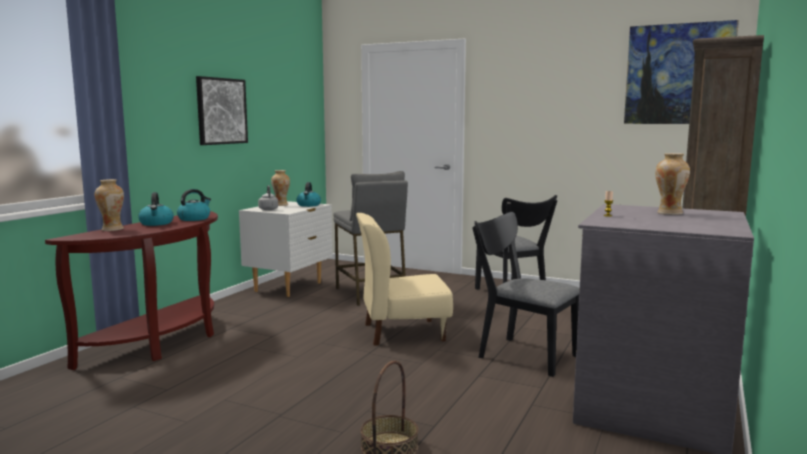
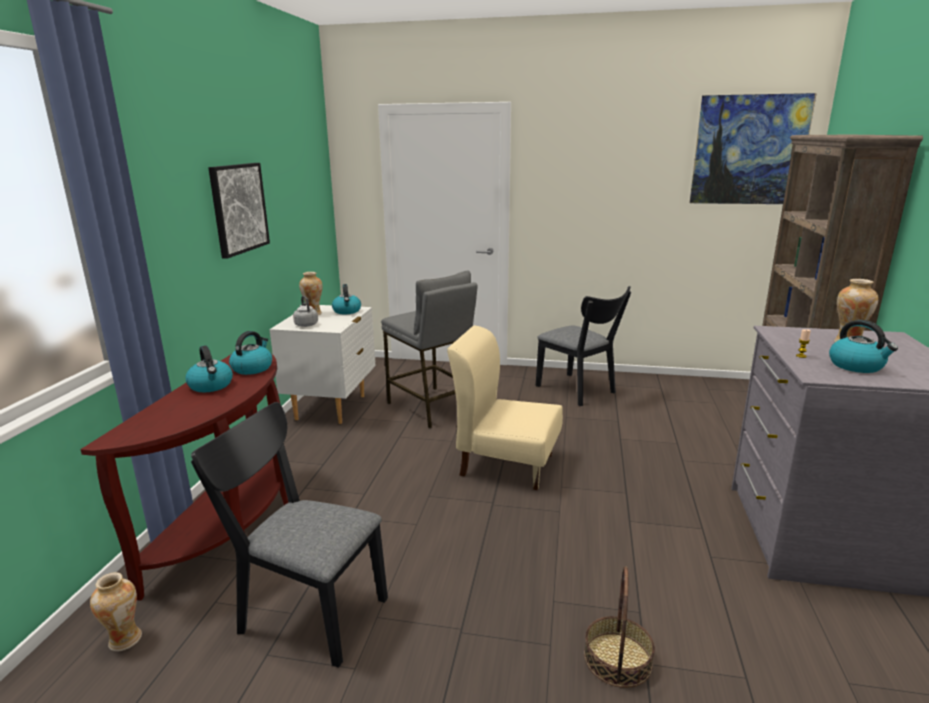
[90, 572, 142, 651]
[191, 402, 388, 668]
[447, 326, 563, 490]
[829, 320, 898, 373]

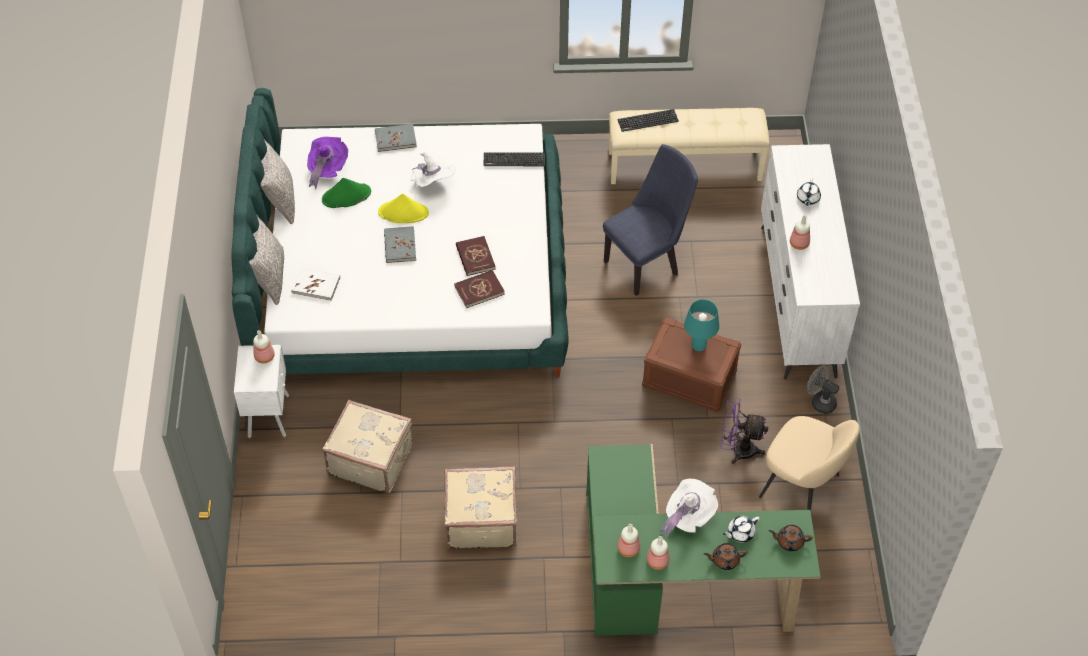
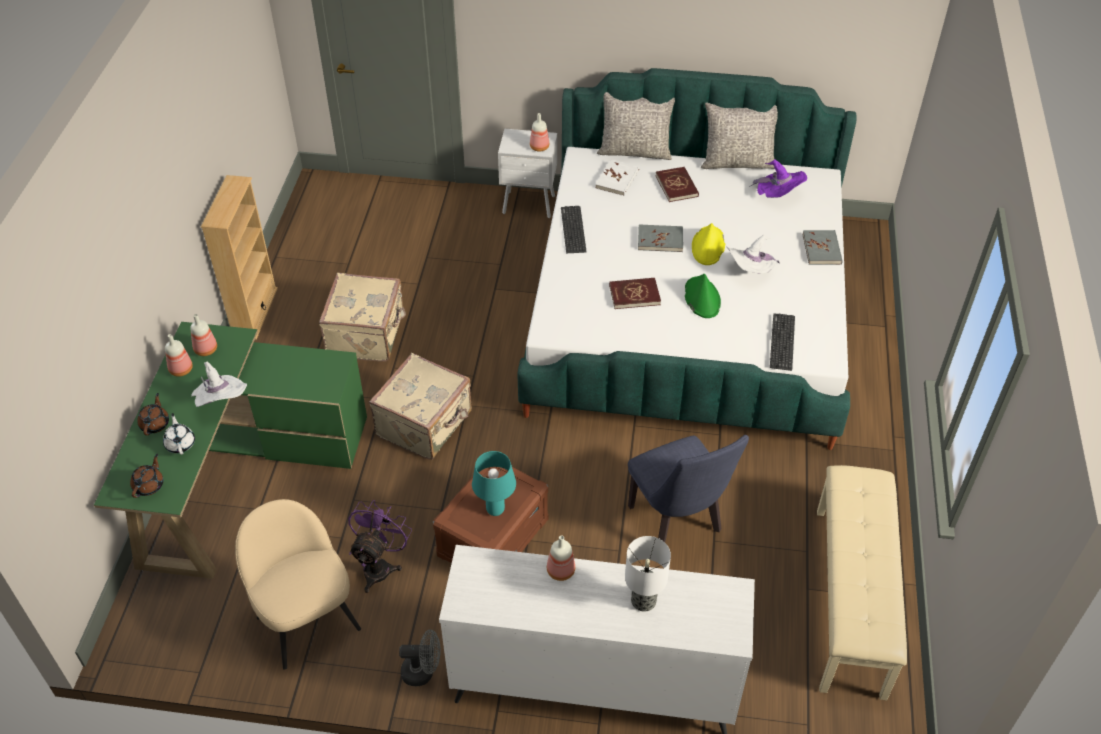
[561, 206, 587, 253]
[685, 274, 721, 318]
[625, 536, 671, 612]
[655, 167, 699, 202]
[399, 630, 441, 686]
[369, 353, 472, 460]
[235, 499, 361, 670]
[201, 175, 278, 340]

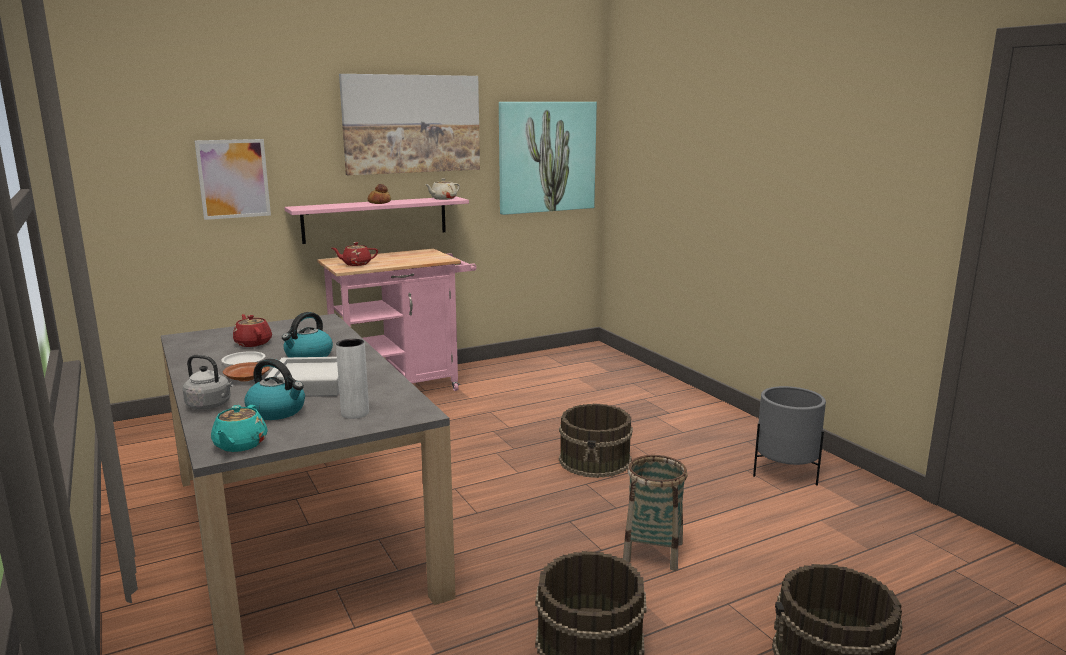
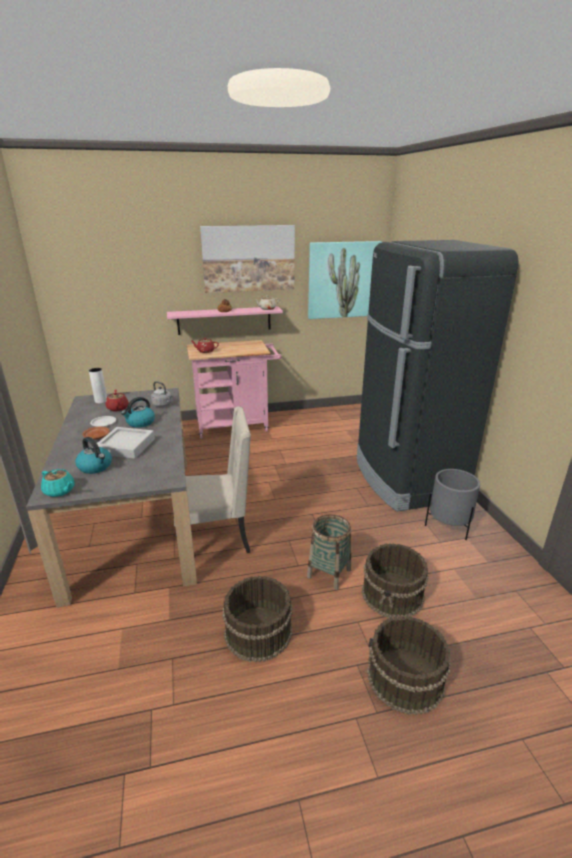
[194, 139, 271, 220] (first image)
[89, 368, 107, 403]
[151, 381, 172, 407]
[362, 543, 429, 618]
[41, 469, 75, 497]
[357, 240, 519, 511]
[174, 406, 251, 553]

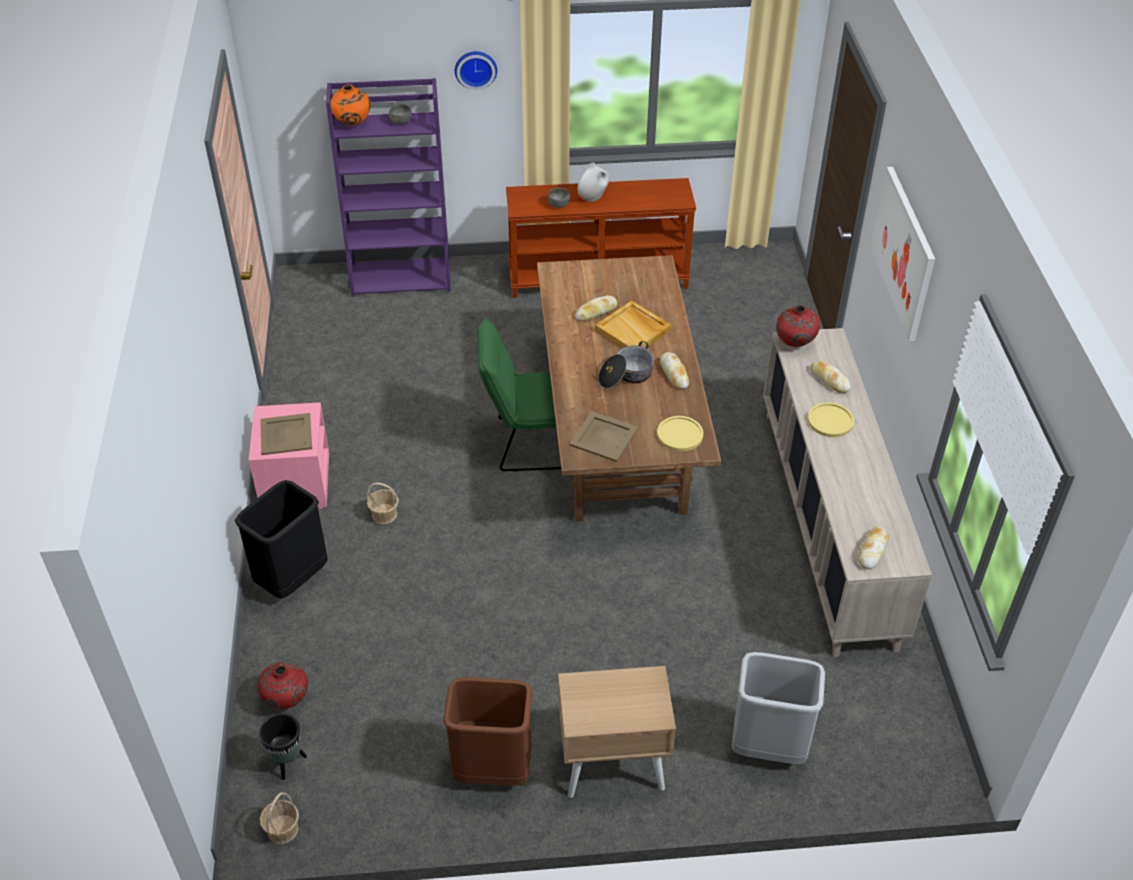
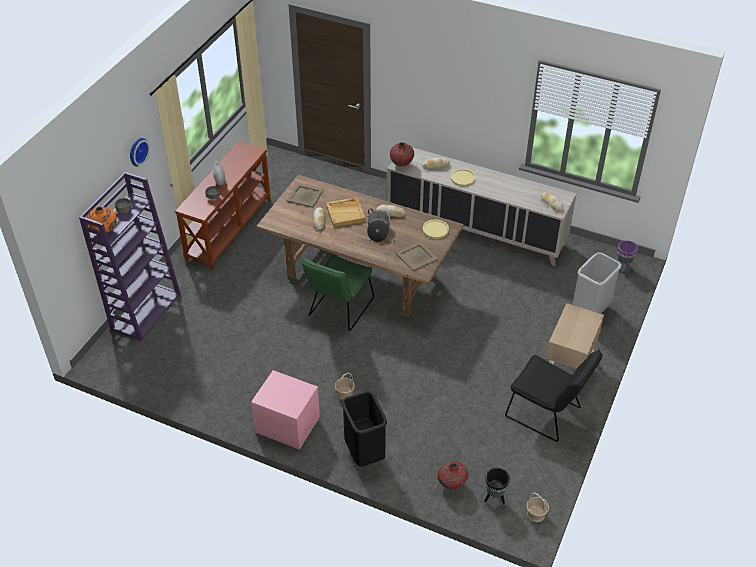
[870, 167, 935, 341] (first image)
[286, 183, 324, 208]
[505, 350, 602, 442]
[617, 240, 638, 274]

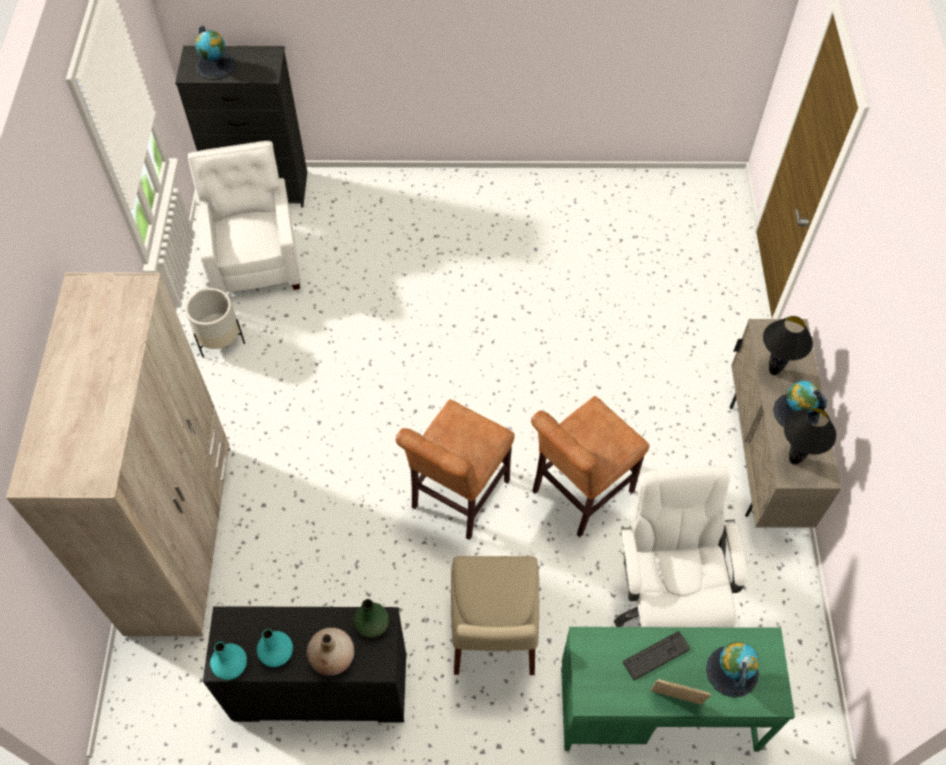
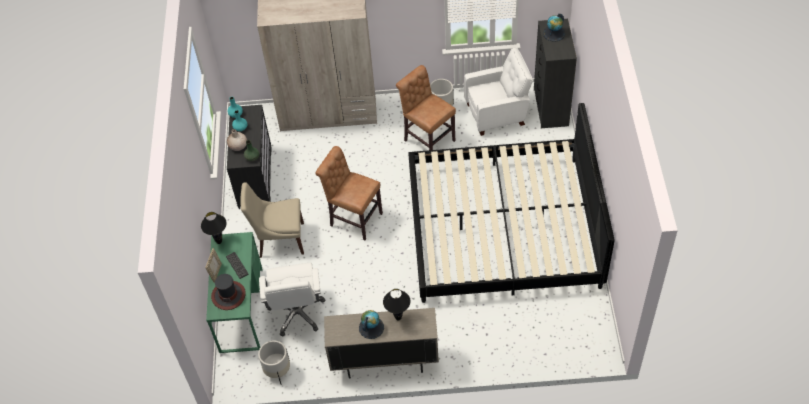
[396, 65, 456, 150]
[201, 212, 227, 244]
[259, 263, 325, 337]
[211, 274, 246, 310]
[408, 103, 615, 303]
[258, 341, 290, 385]

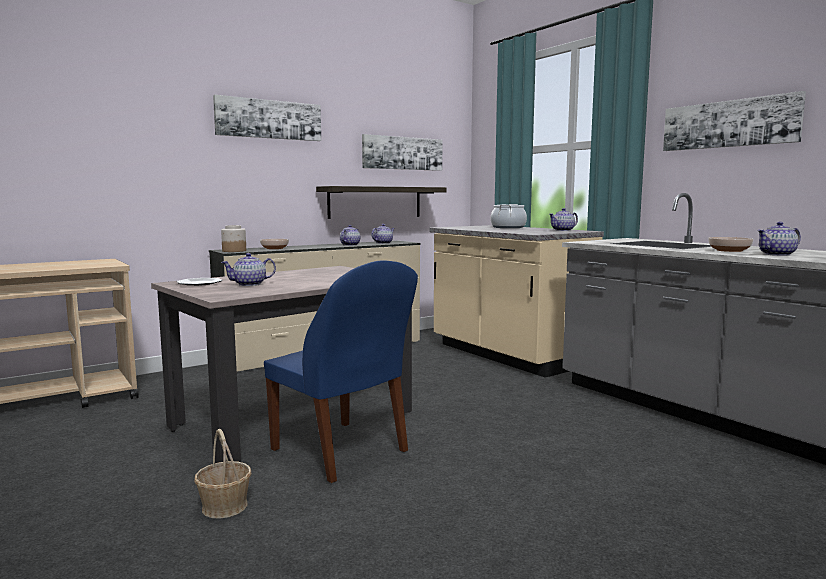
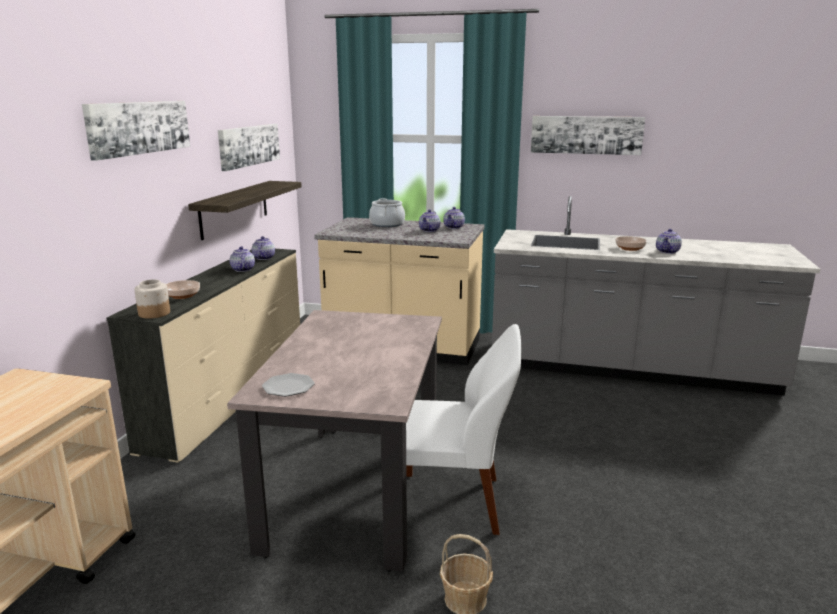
[419, 209, 441, 232]
[406, 324, 521, 535]

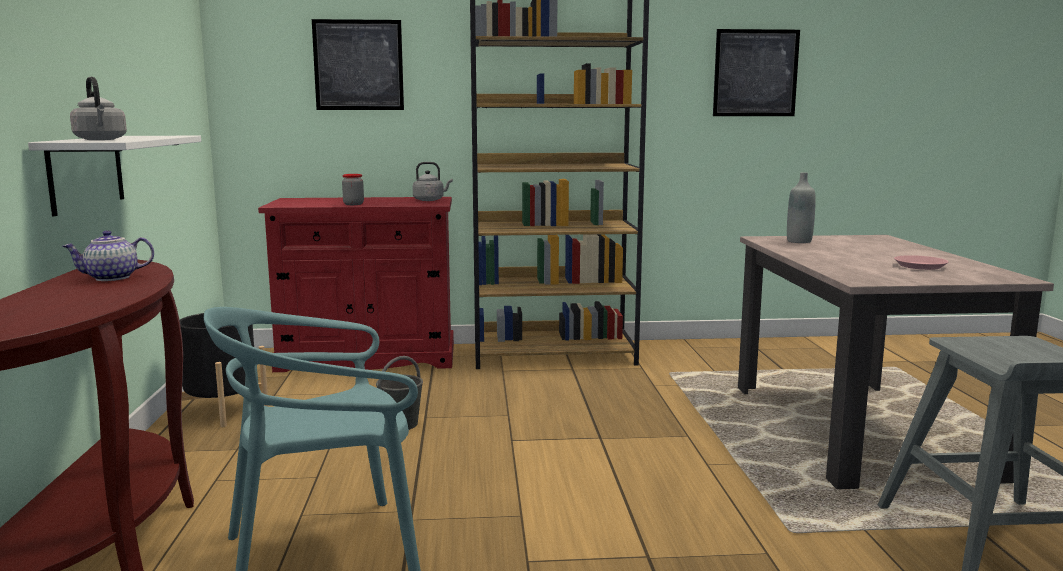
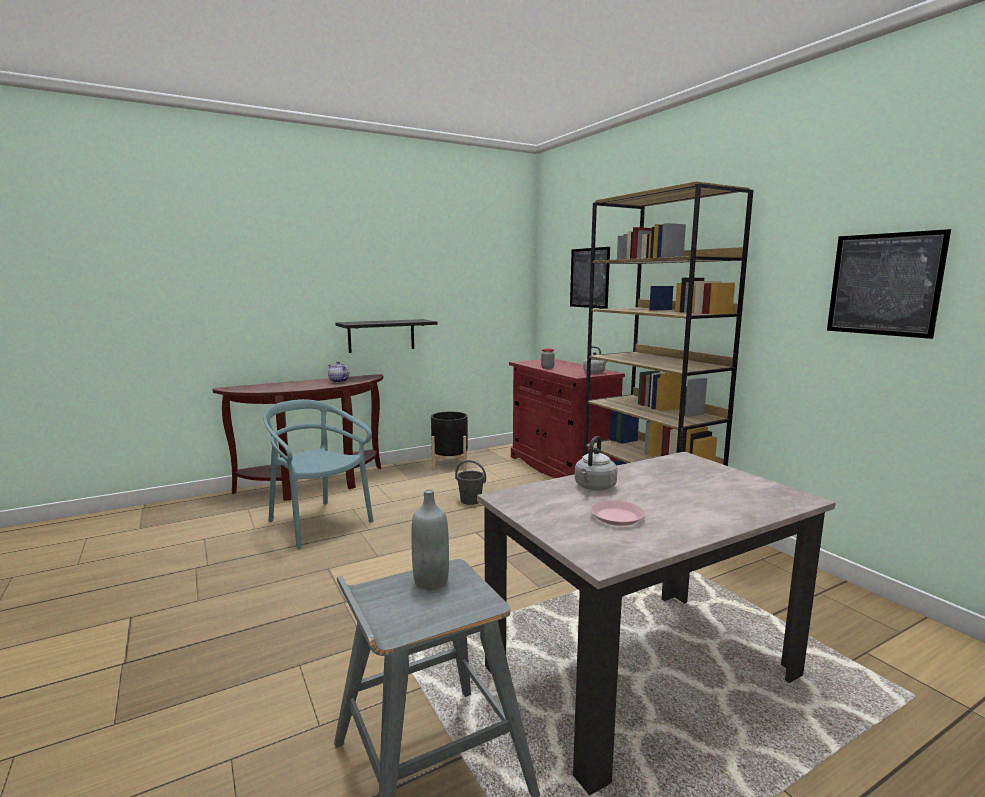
[575, 436, 617, 490]
[336, 319, 438, 353]
[411, 489, 449, 590]

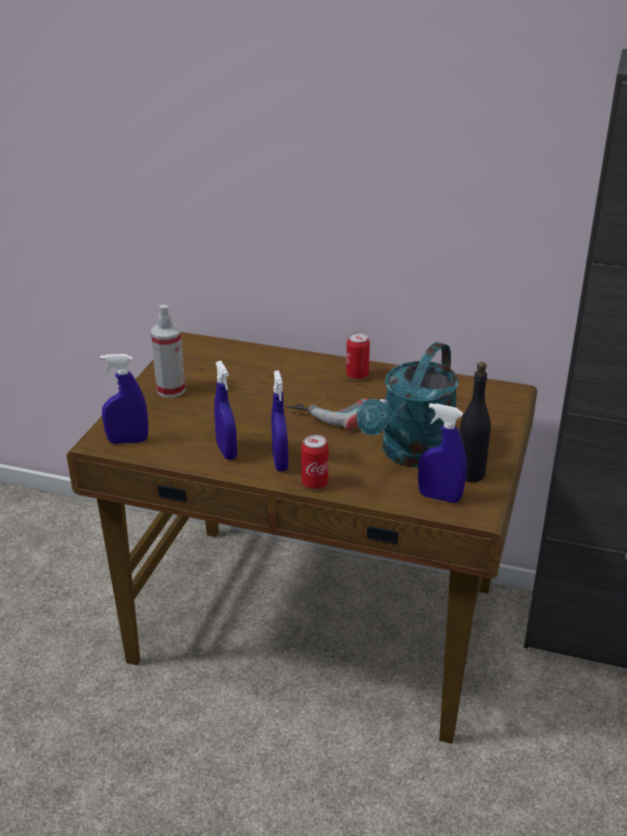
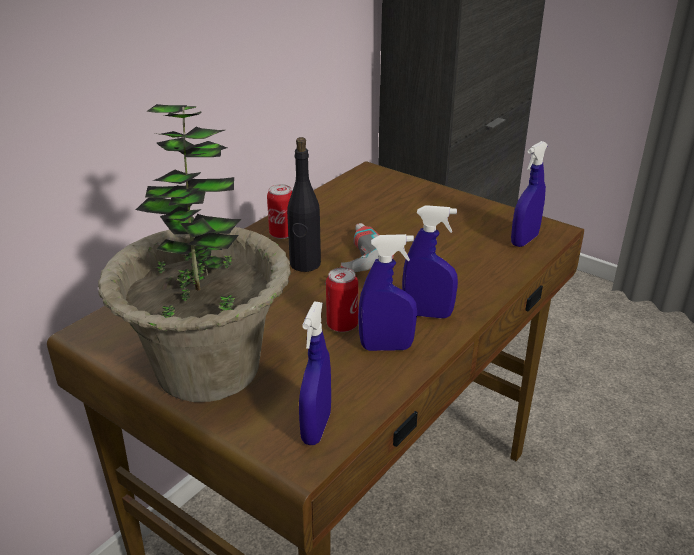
[98, 104, 291, 402]
[356, 342, 459, 468] (first image)
[287, 137, 321, 272]
[326, 267, 358, 332]

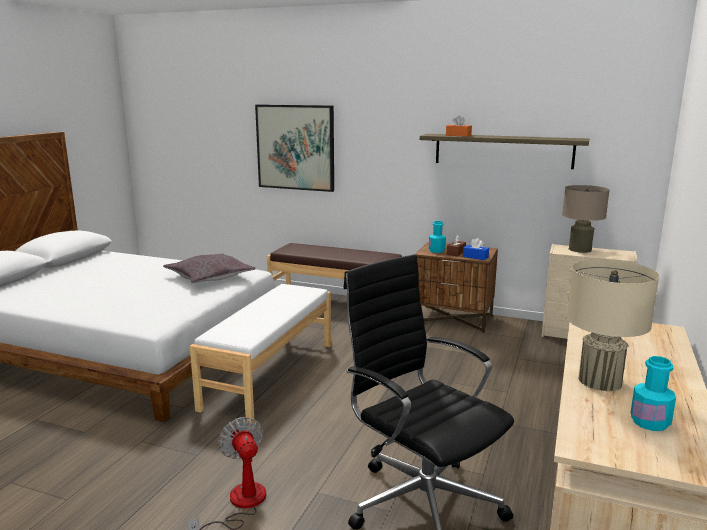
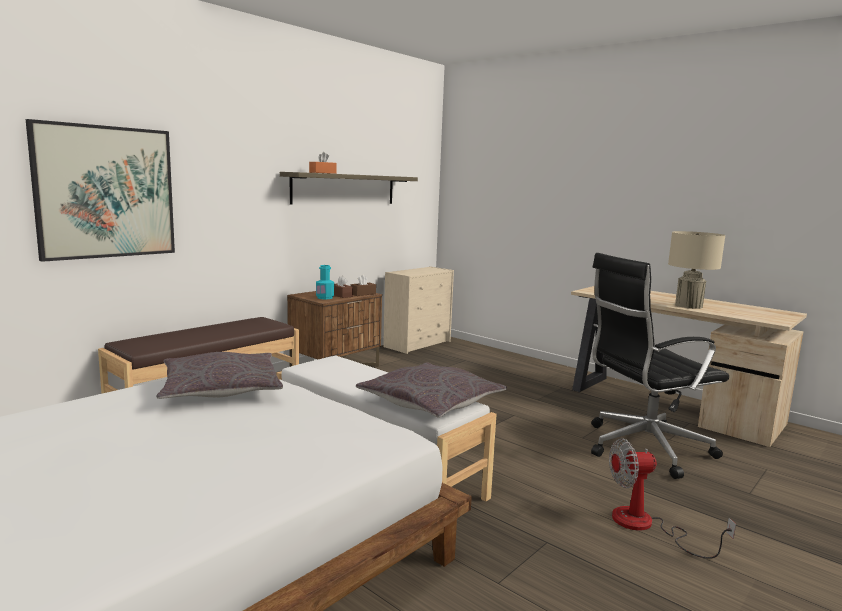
[562, 185, 610, 253] (first image)
[350, 275, 376, 296]
[631, 356, 676, 431] (first image)
[356, 362, 507, 418]

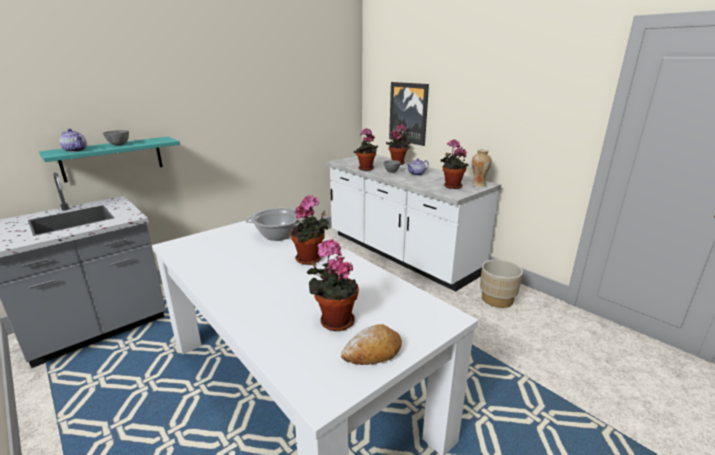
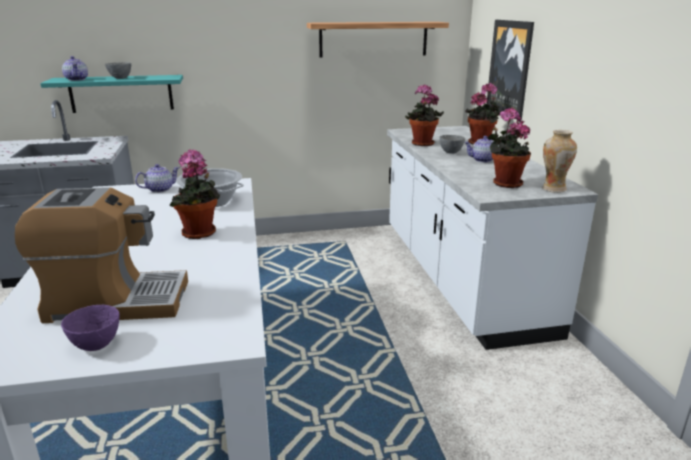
[15, 187, 188, 323]
[480, 259, 523, 308] (first image)
[61, 305, 120, 351]
[307, 22, 449, 57]
[135, 164, 180, 193]

